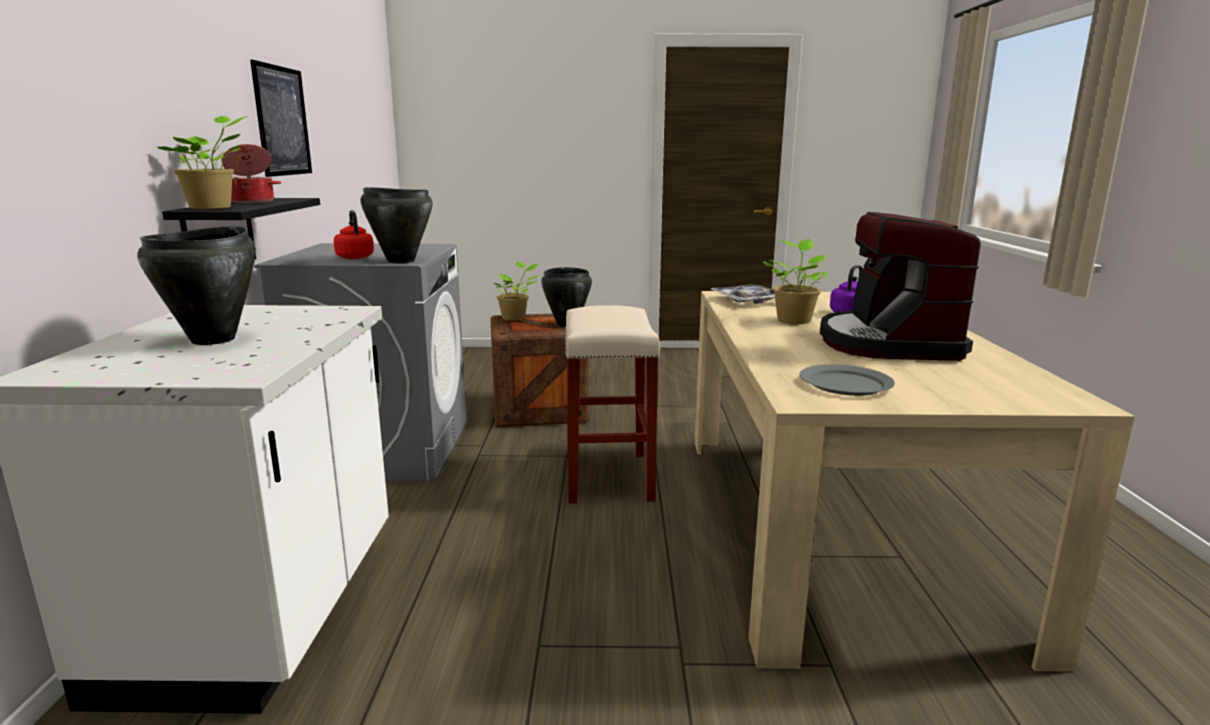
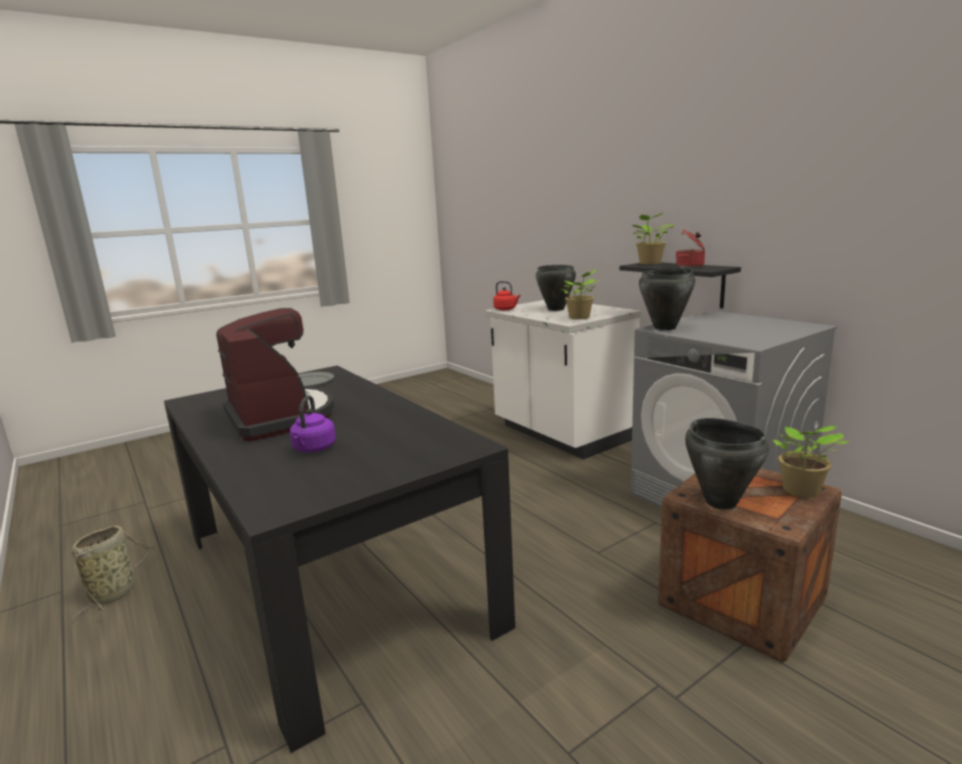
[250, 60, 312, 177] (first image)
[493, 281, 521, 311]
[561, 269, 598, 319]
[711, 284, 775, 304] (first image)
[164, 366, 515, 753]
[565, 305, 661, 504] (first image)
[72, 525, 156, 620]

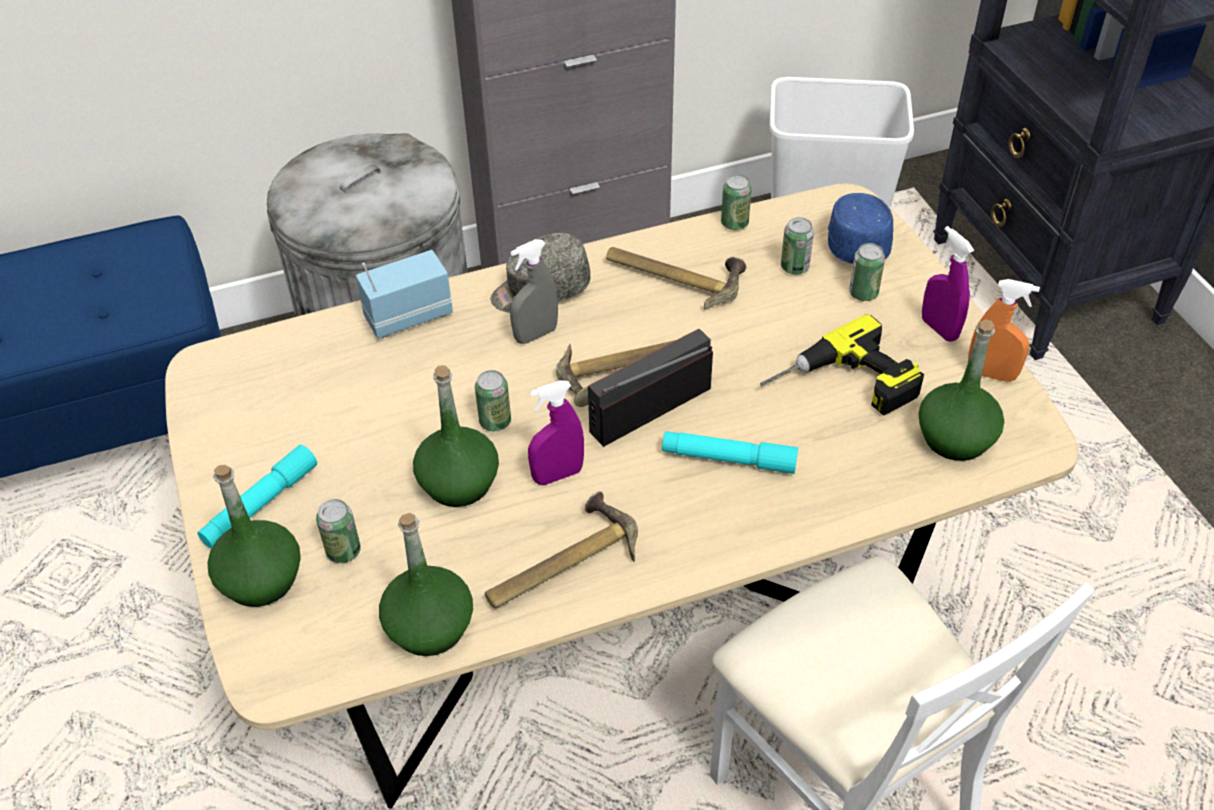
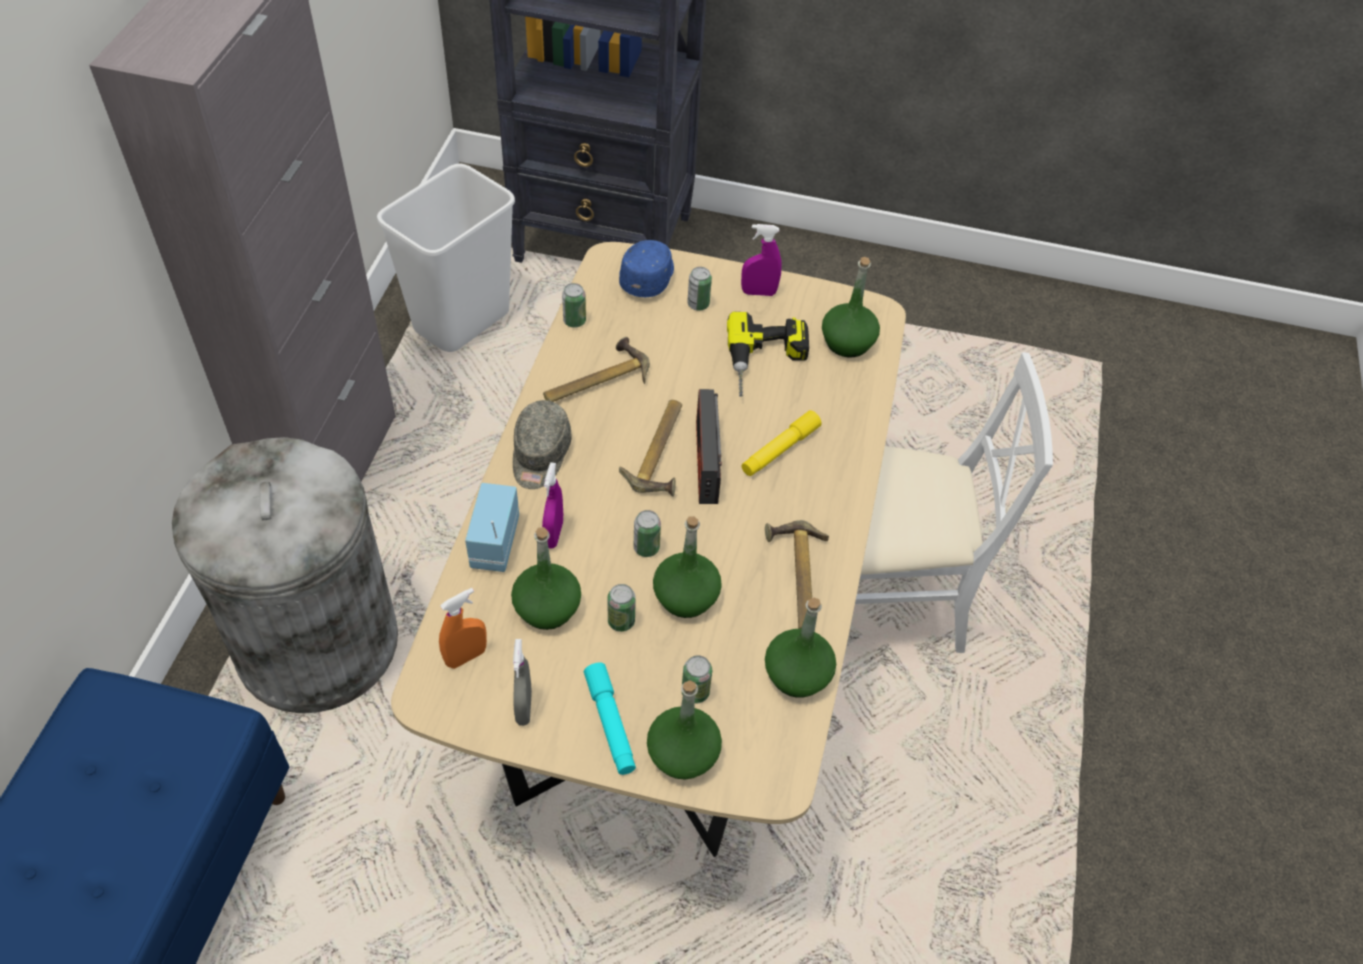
[619, 240, 674, 297]
[608, 584, 636, 632]
[513, 639, 532, 726]
[439, 588, 487, 669]
[542, 462, 563, 549]
[742, 410, 821, 476]
[511, 527, 581, 630]

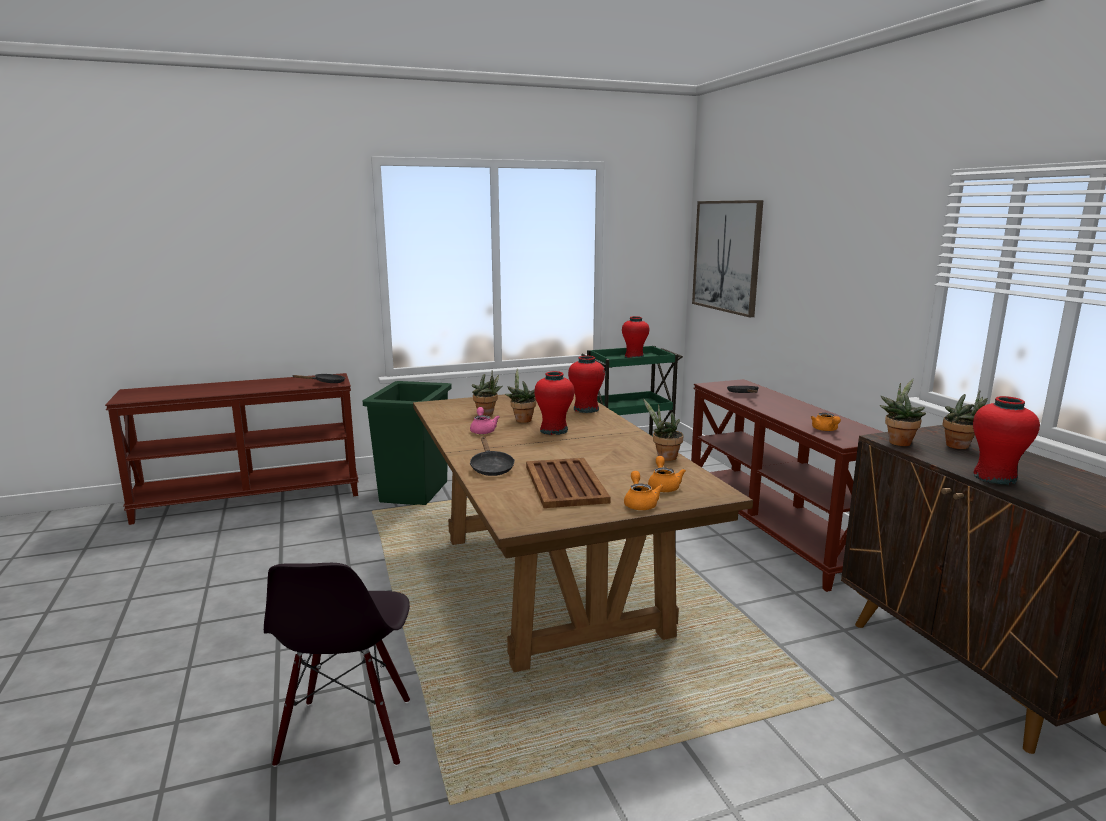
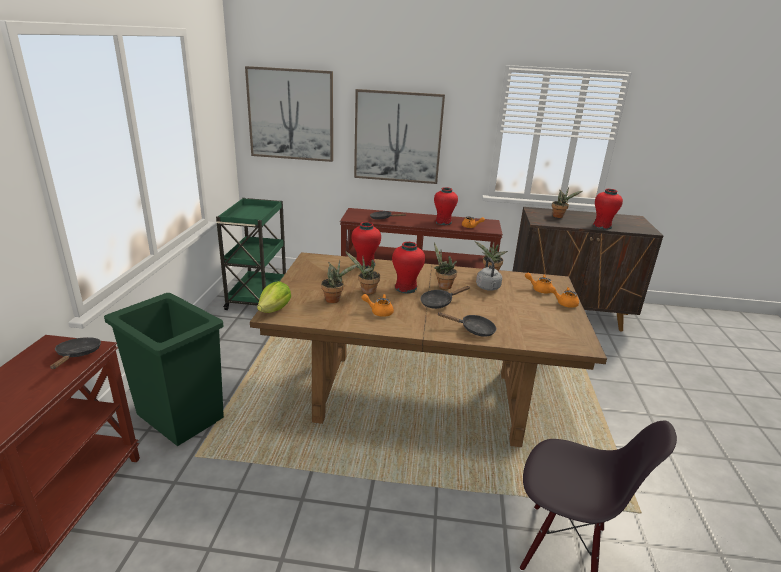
[434, 187, 458, 225]
[434, 242, 457, 290]
[361, 294, 394, 317]
[526, 458, 611, 508] (first image)
[354, 89, 445, 184]
[476, 257, 502, 291]
[257, 281, 291, 313]
[420, 286, 470, 309]

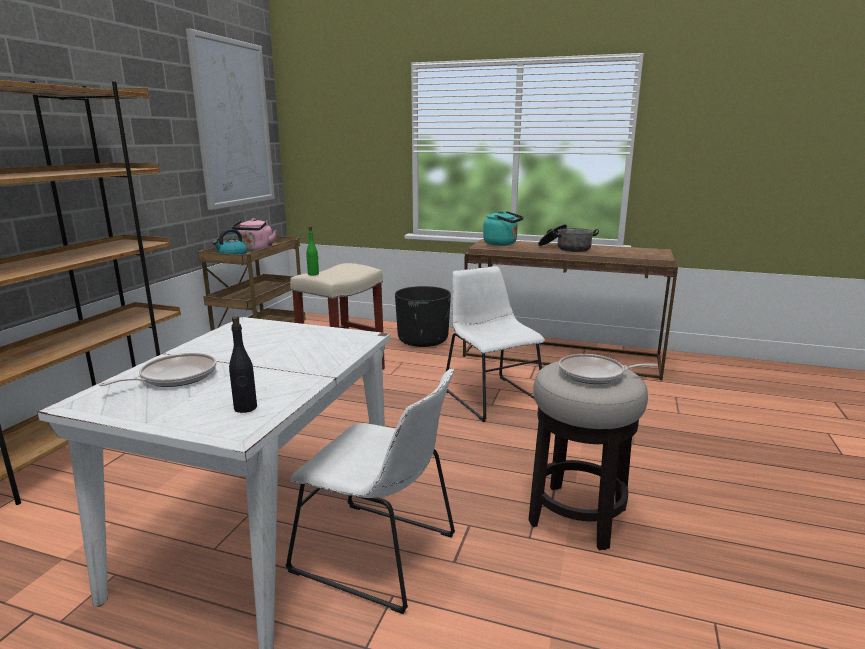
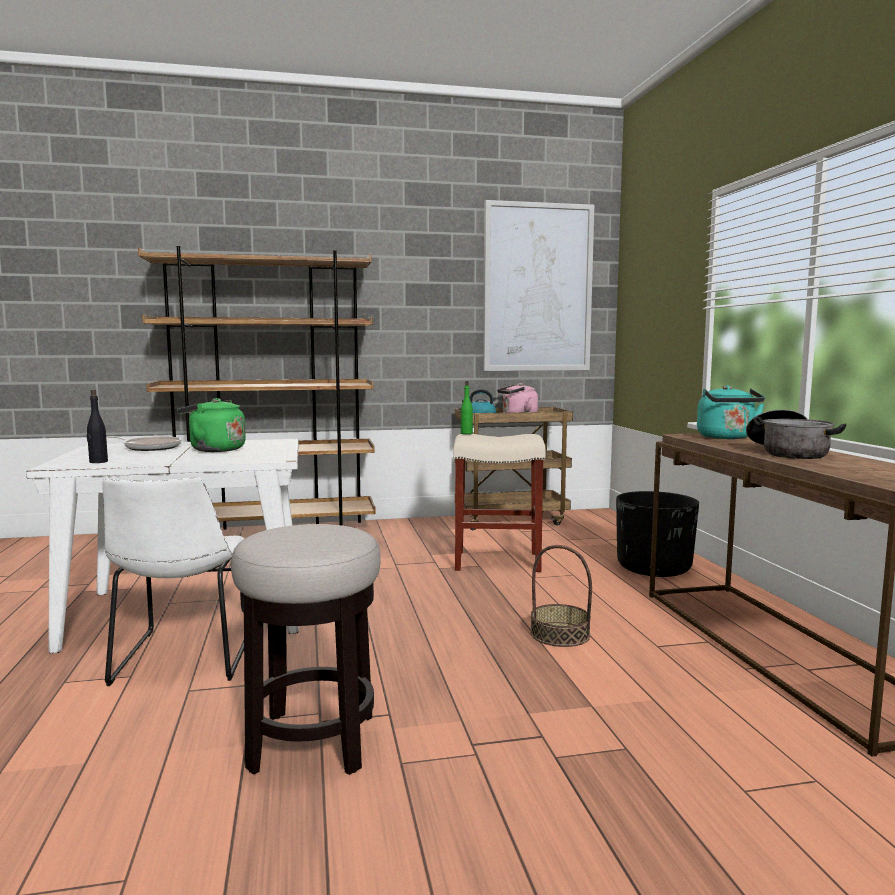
[531, 545, 592, 647]
[559, 354, 657, 384] (first image)
[177, 398, 246, 452]

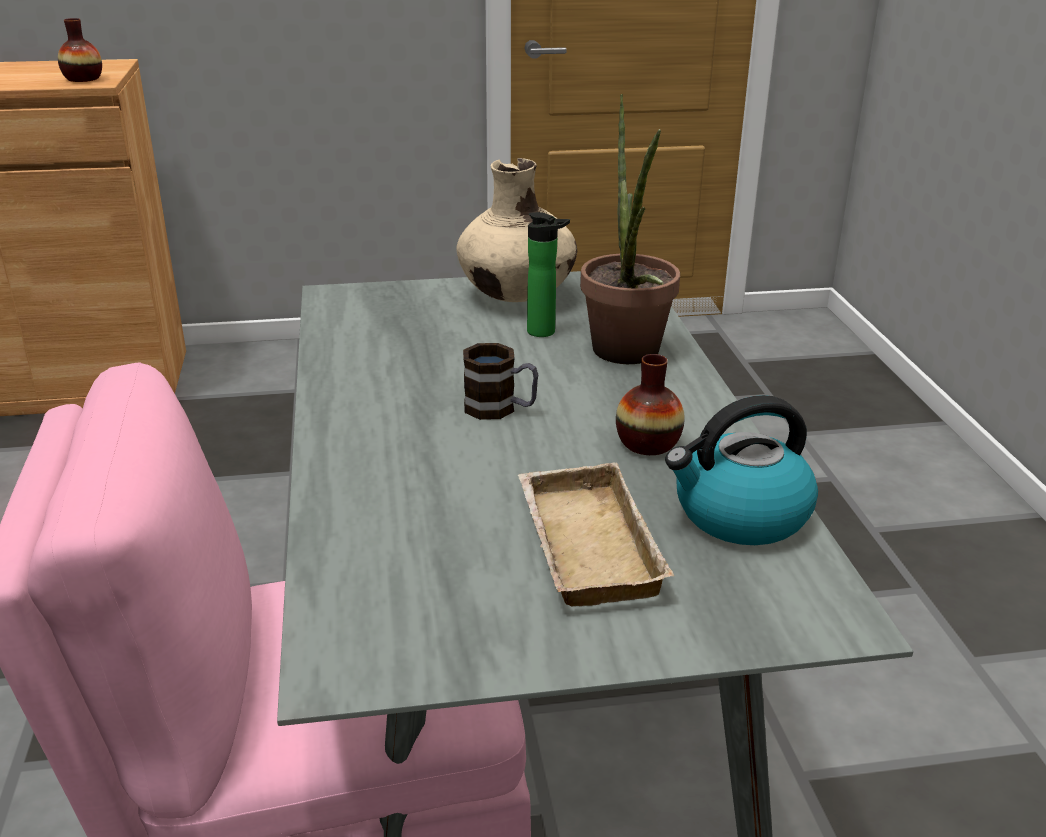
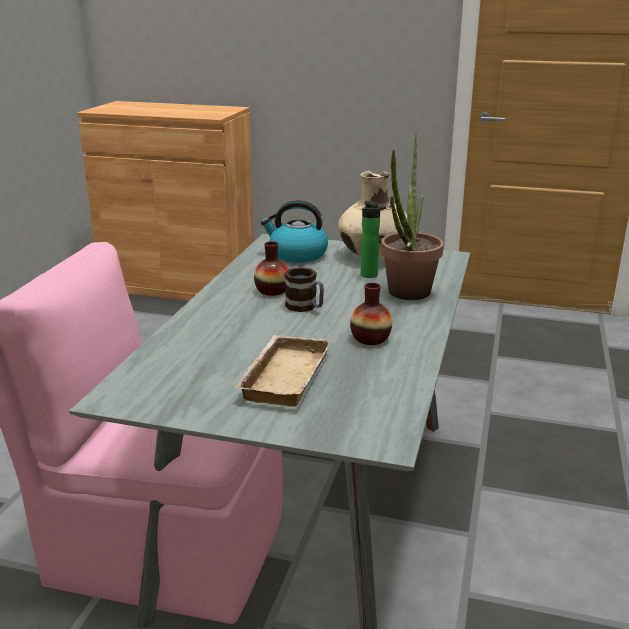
[254, 241, 289, 296]
[261, 200, 328, 263]

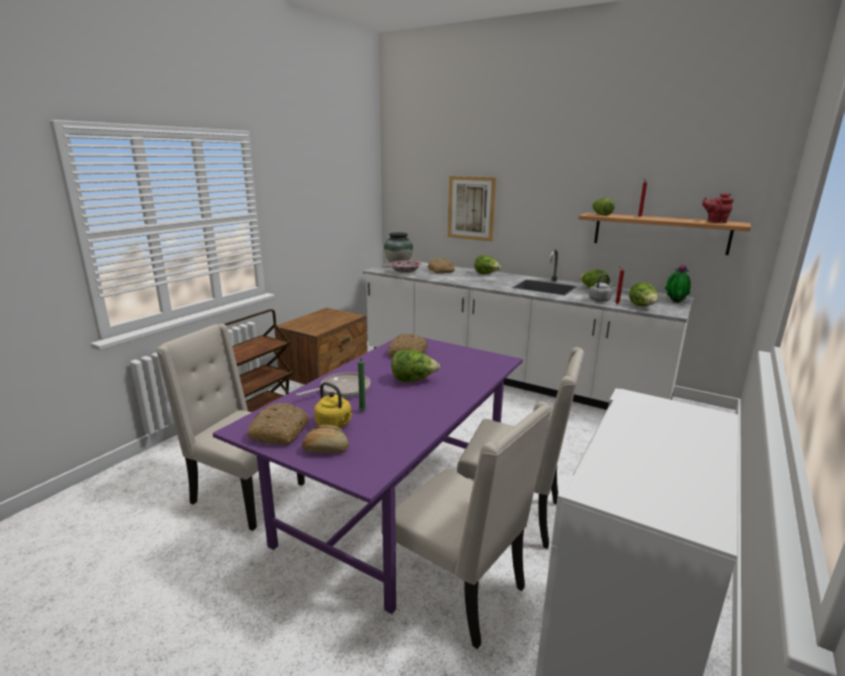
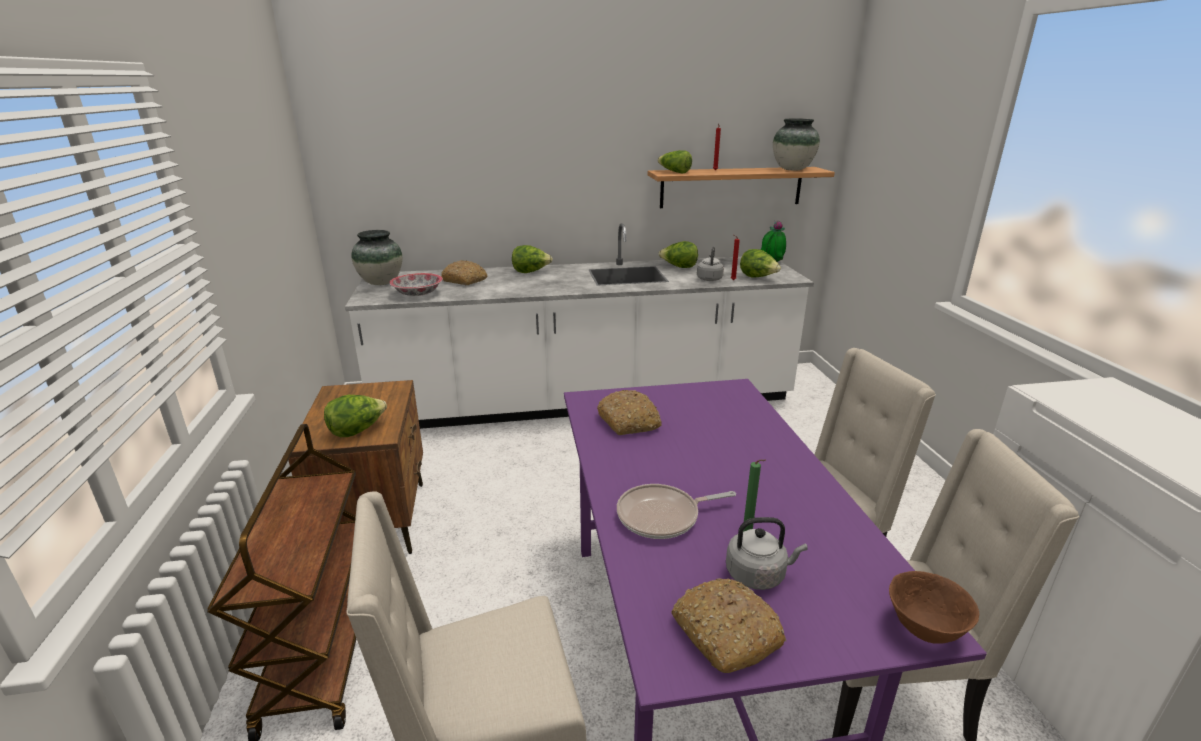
[448, 176, 496, 242] (first image)
[773, 119, 820, 171]
[324, 395, 387, 437]
[617, 484, 736, 539]
[726, 517, 808, 590]
[302, 425, 349, 453] (first image)
[889, 571, 979, 644]

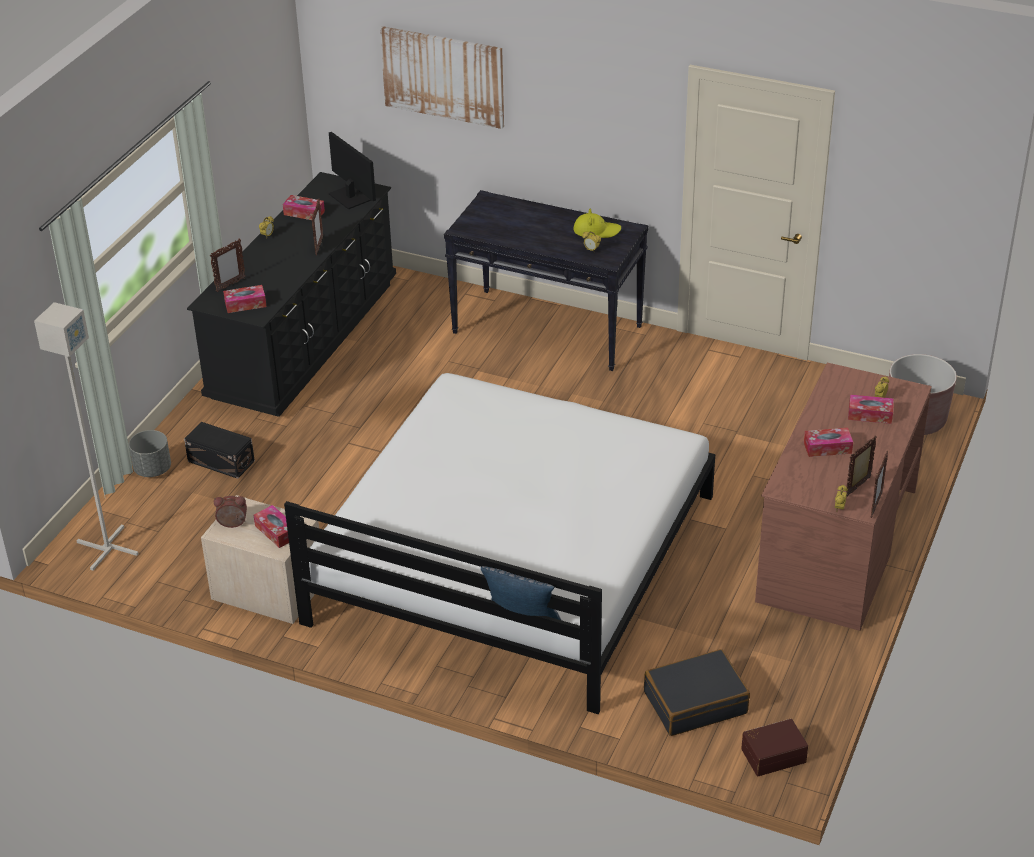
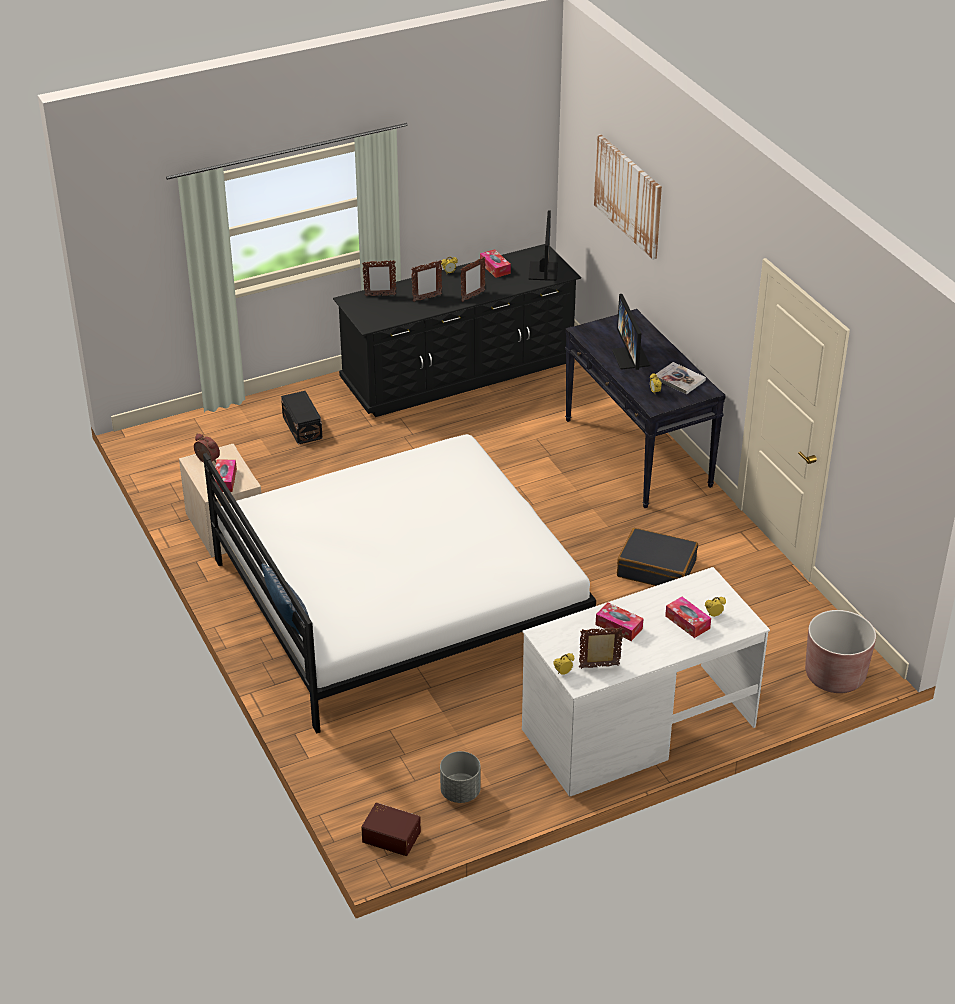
[656, 362, 706, 394]
[223, 285, 267, 313] (first image)
[34, 302, 139, 570] (first image)
[522, 567, 770, 796]
[440, 751, 481, 803]
[411, 260, 442, 302]
[617, 528, 698, 586]
[612, 294, 650, 370]

